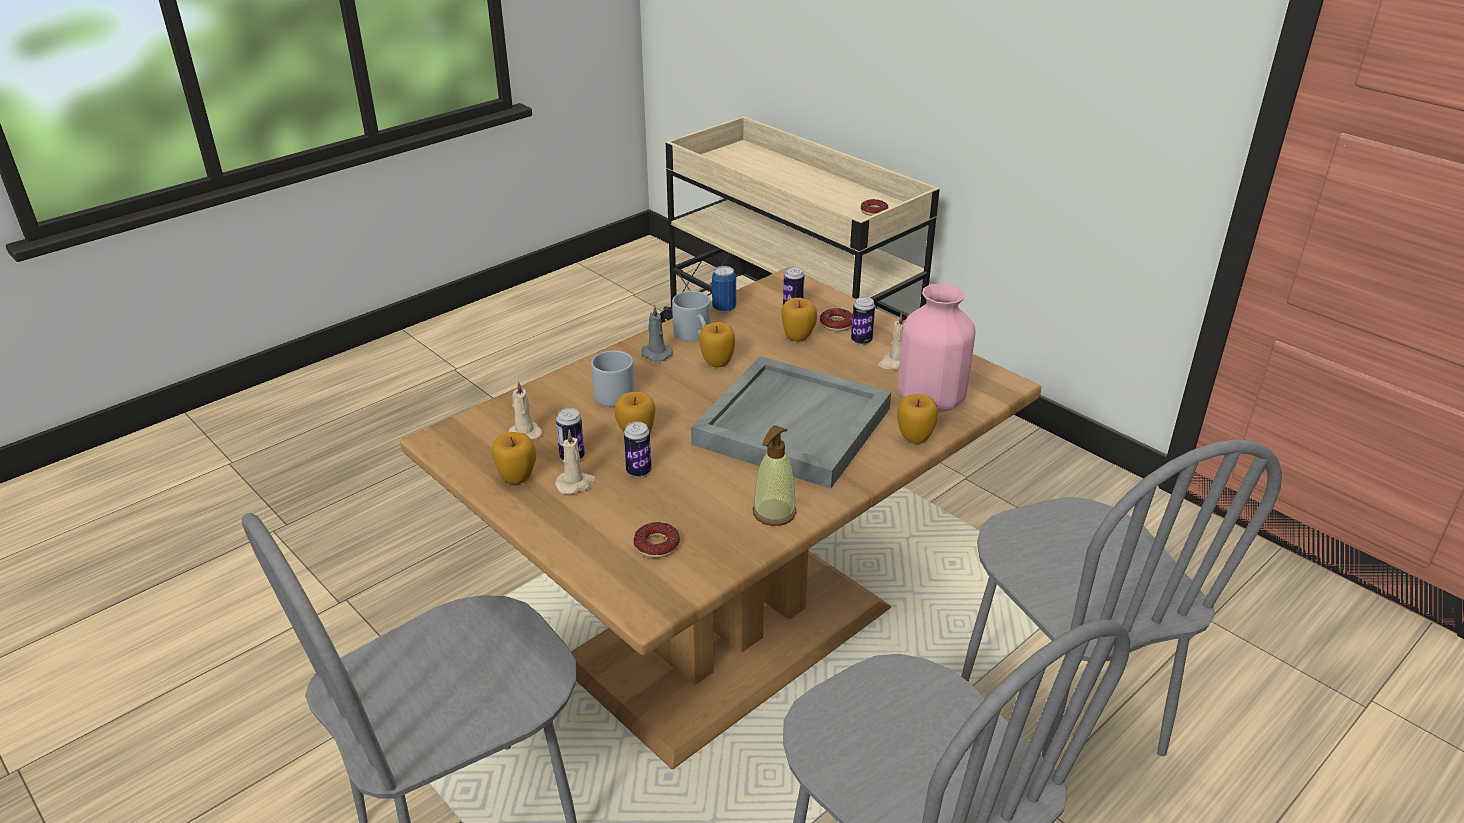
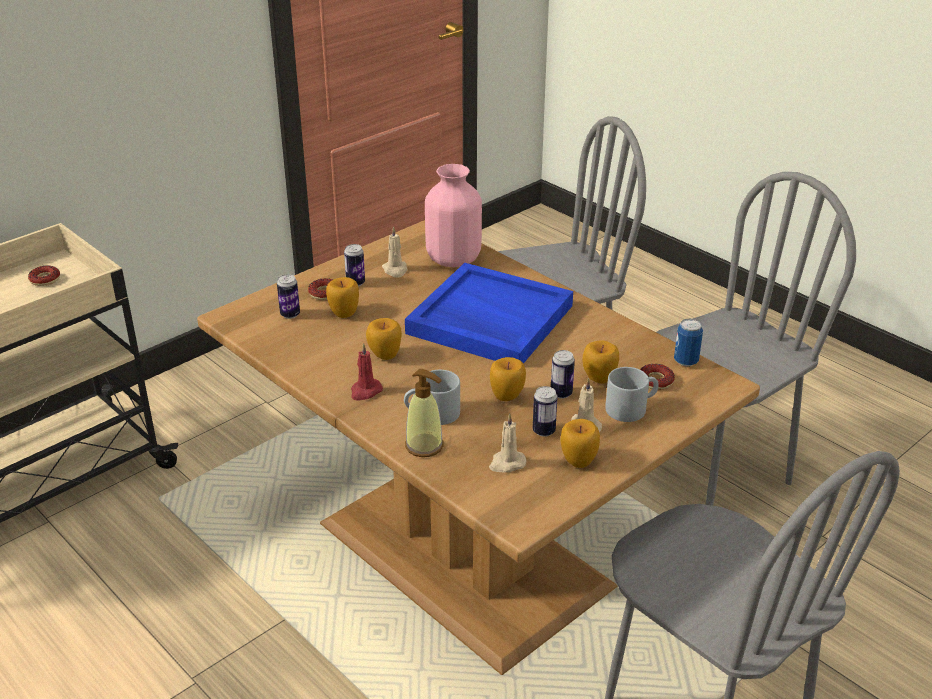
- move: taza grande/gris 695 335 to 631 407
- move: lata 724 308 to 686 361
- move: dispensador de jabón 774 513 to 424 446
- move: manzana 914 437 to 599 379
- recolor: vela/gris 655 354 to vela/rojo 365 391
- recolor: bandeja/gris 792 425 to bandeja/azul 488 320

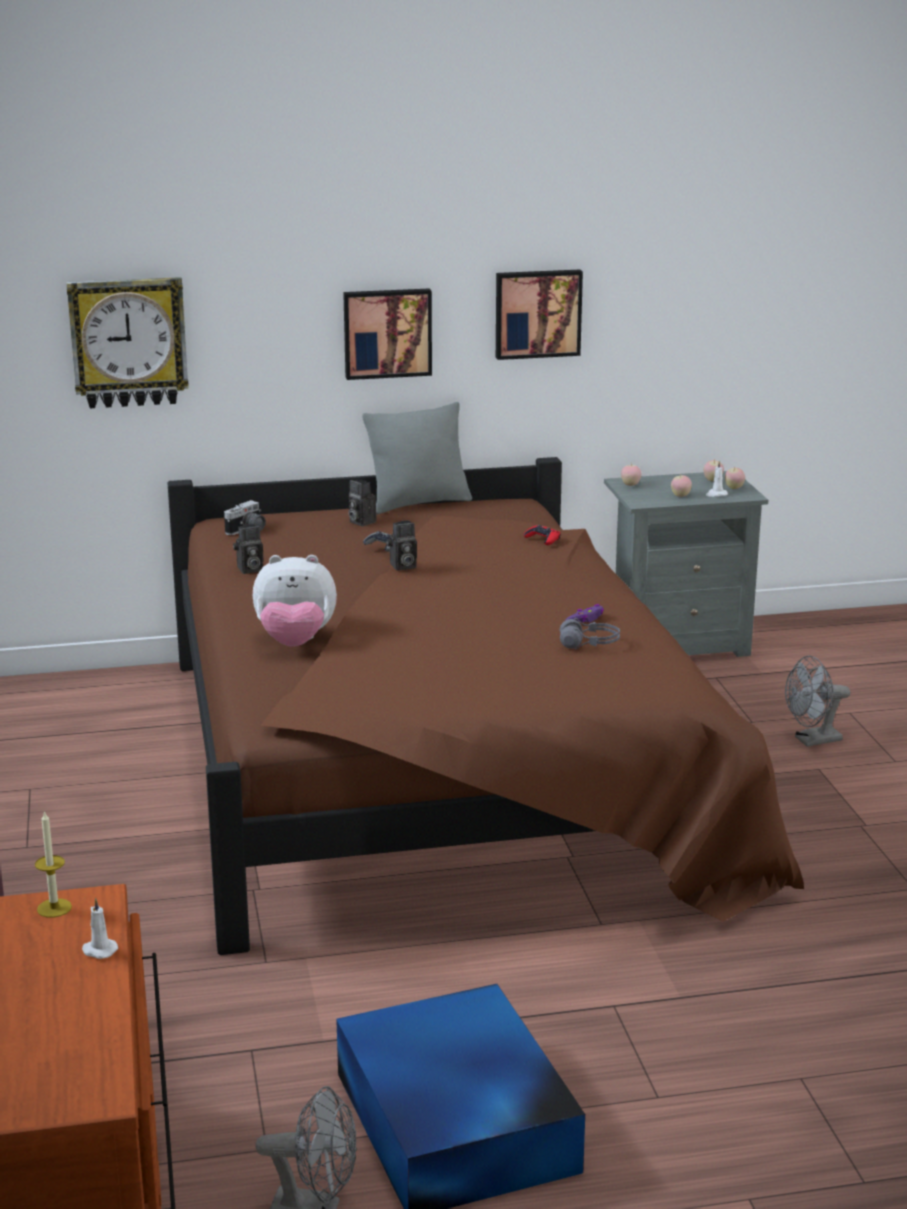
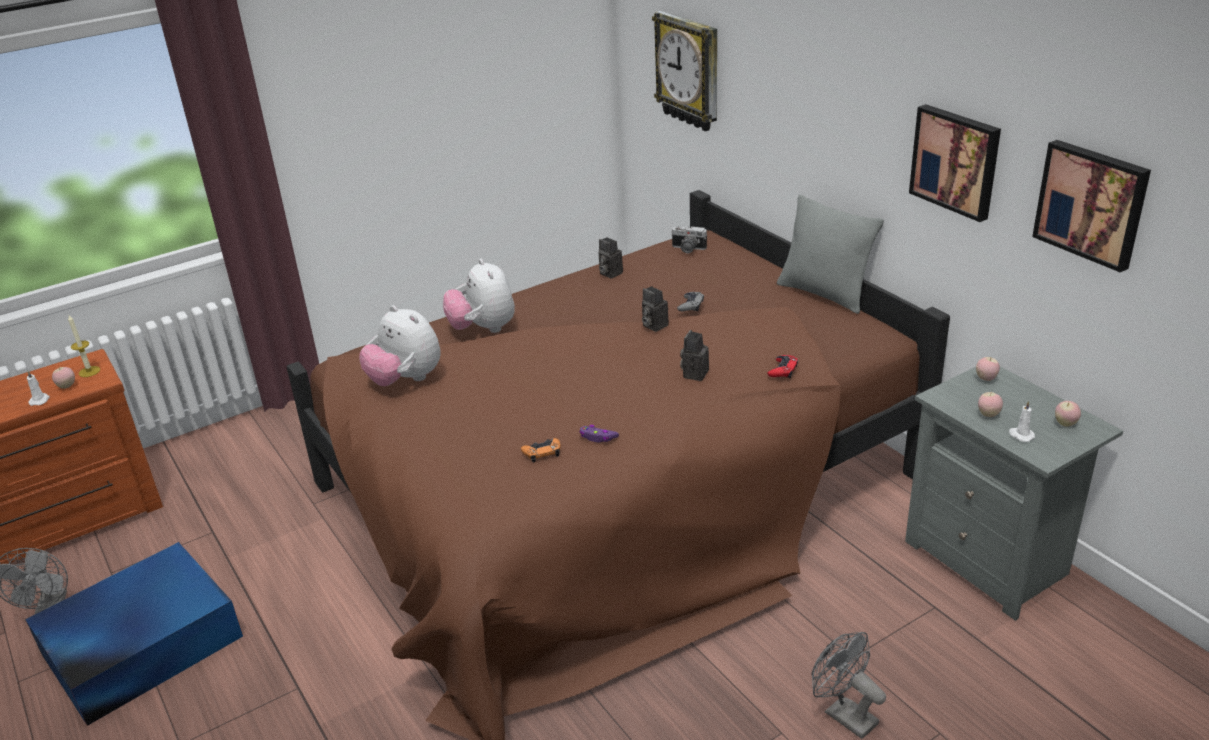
- insert: peluche 405 380
- move: cuadro 387 333 to 1092 203
- move: cámara 360 522 to 694 373
- move: manzana 734 488 to 67 386
- replace: auriculares/gris 589 644 to mando de consola/naranja 542 452

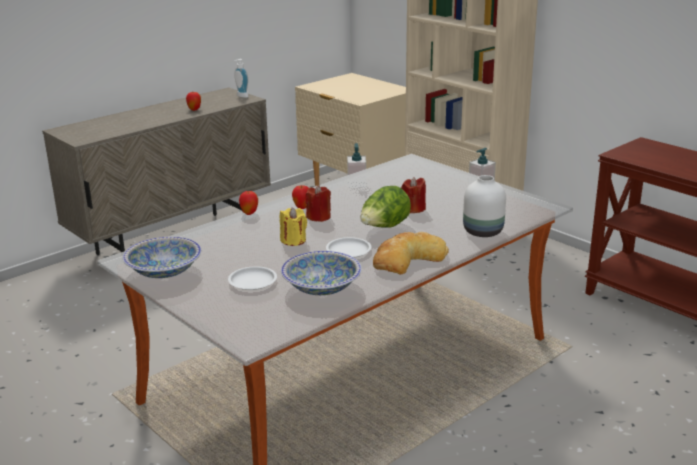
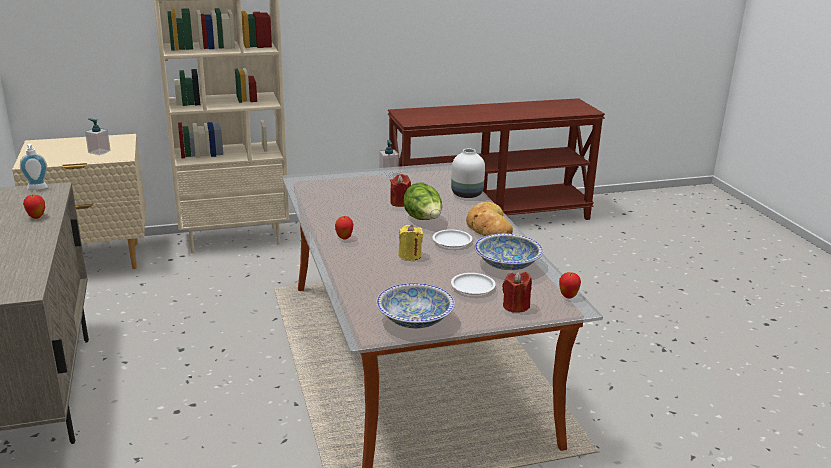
- move: manzana 249 213 to 568 296
- move: vela/rojo 319 217 to 515 306
- move: dispensador de jabón 356 184 to 99 151

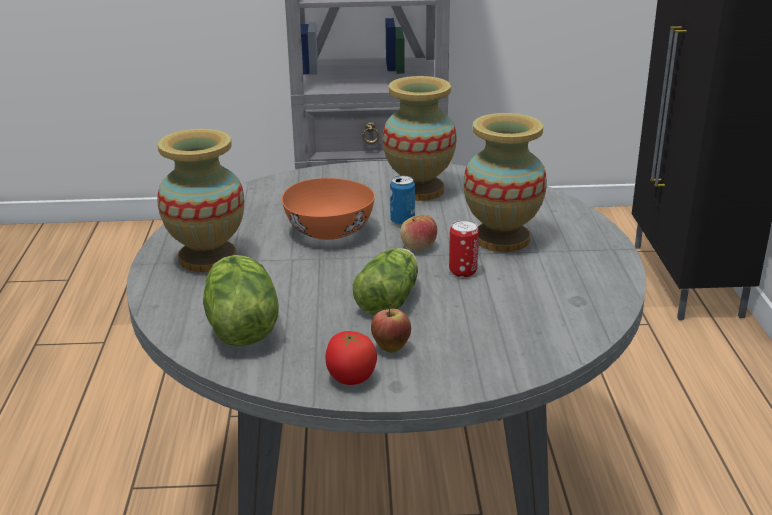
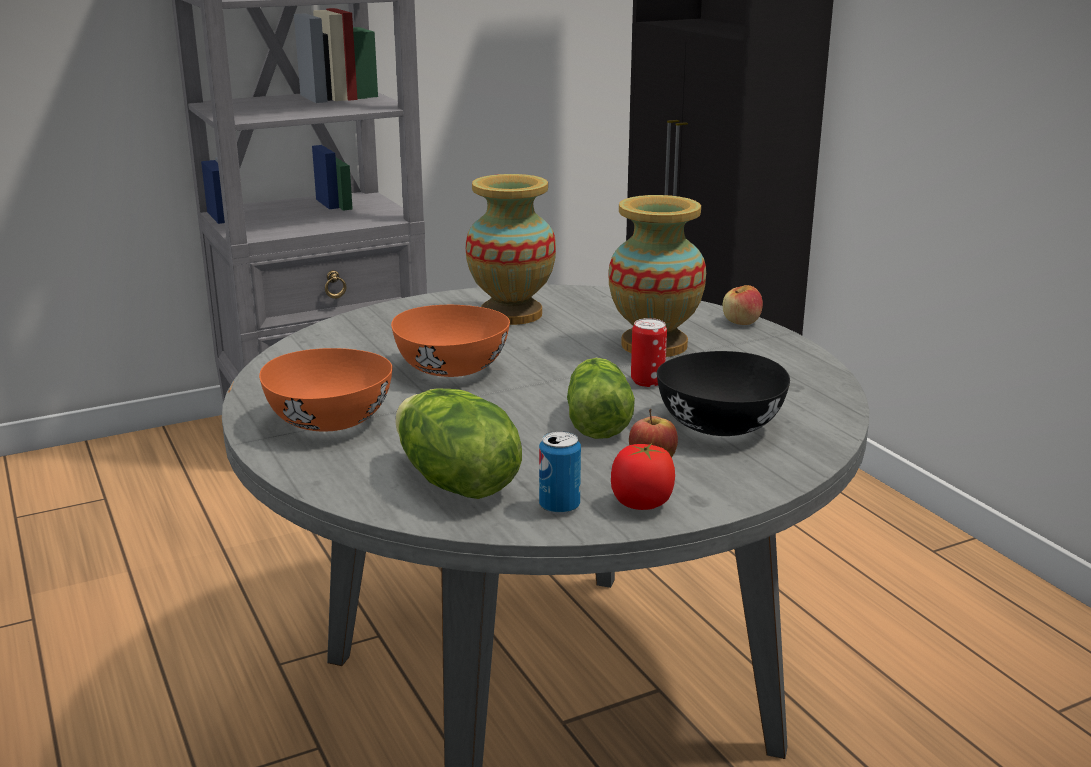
- insert: cuenco/negro 719 426
- move: lata 402 221 to 559 506
- move: manzana 418 247 to 741 322
- replace: florero 207 258 to cuenco/naranja 328 421

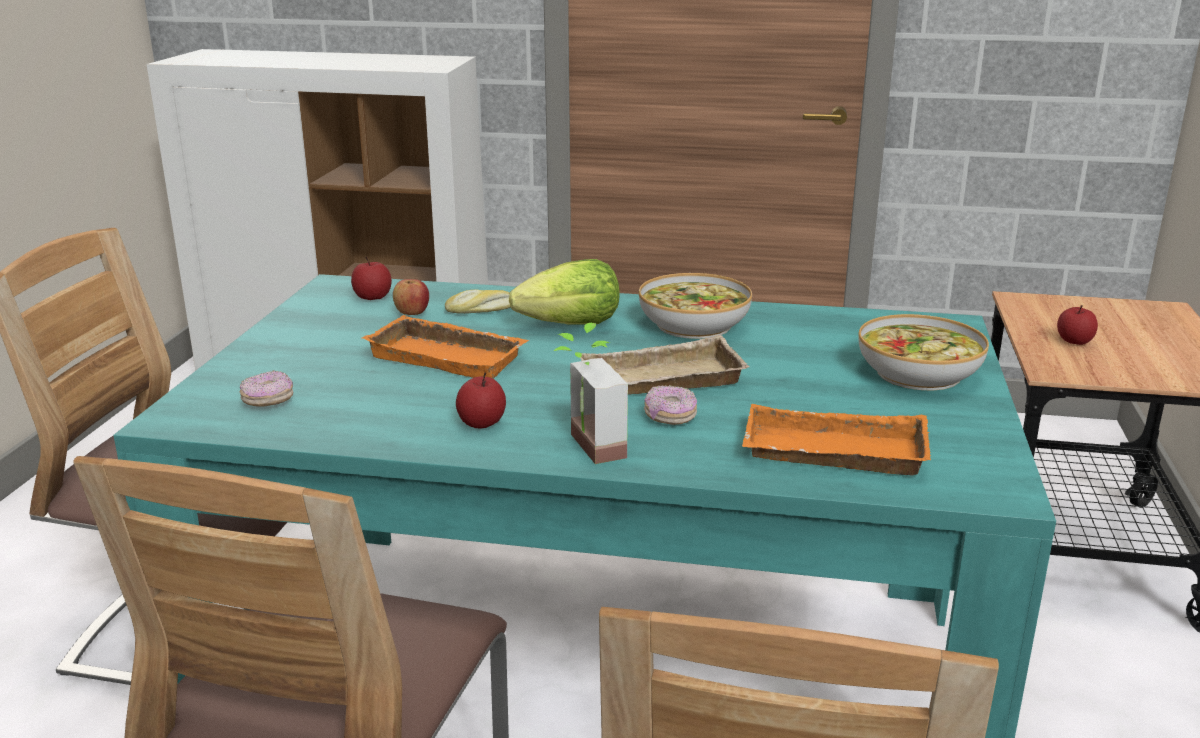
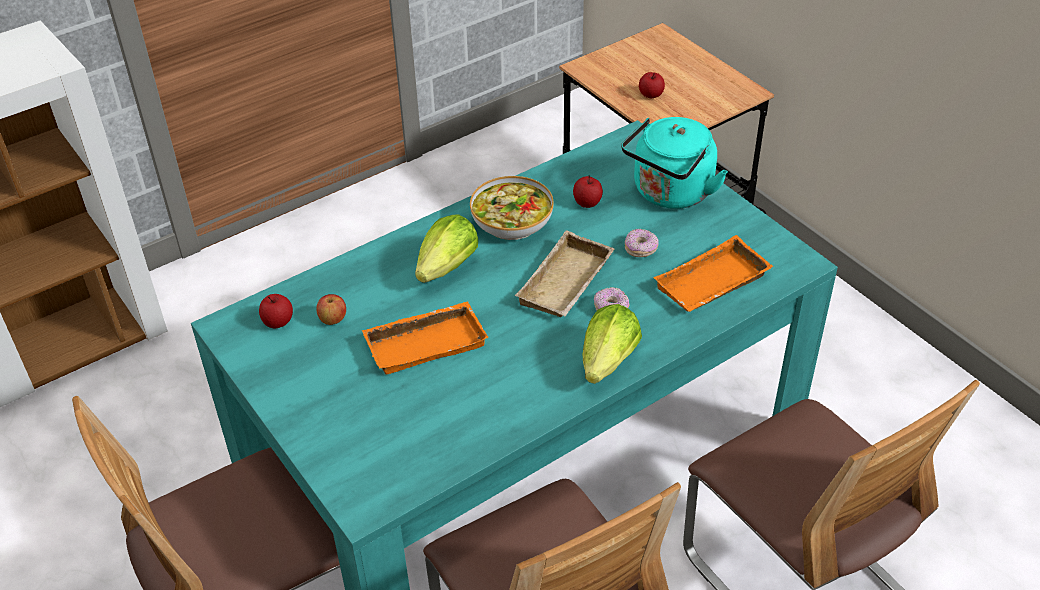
- delete: pan 481 310
- move: rosquilla 268 401 to 641 249
- move: manzana 482 423 to 587 202
- replace: planta en maceta 584 448 to lechuga 608 361
- replace: cuenco 917 373 to hervidor/turquesa 670 194

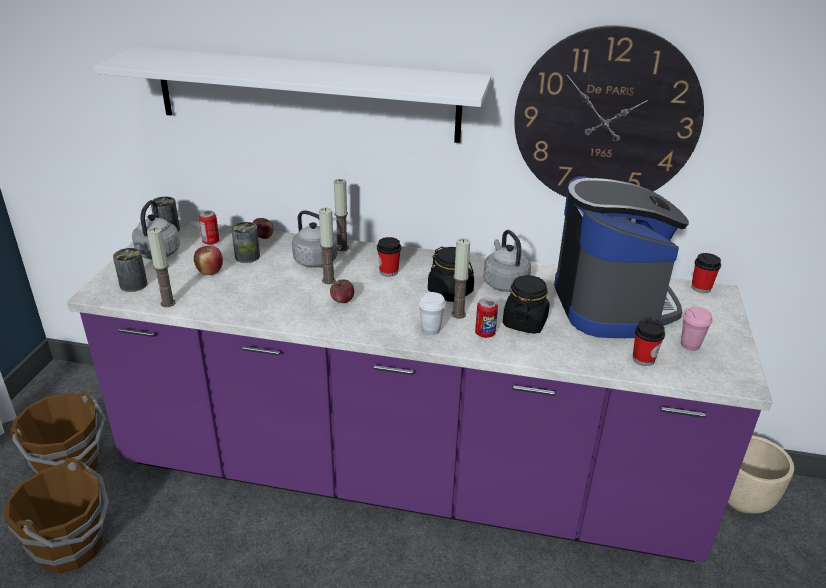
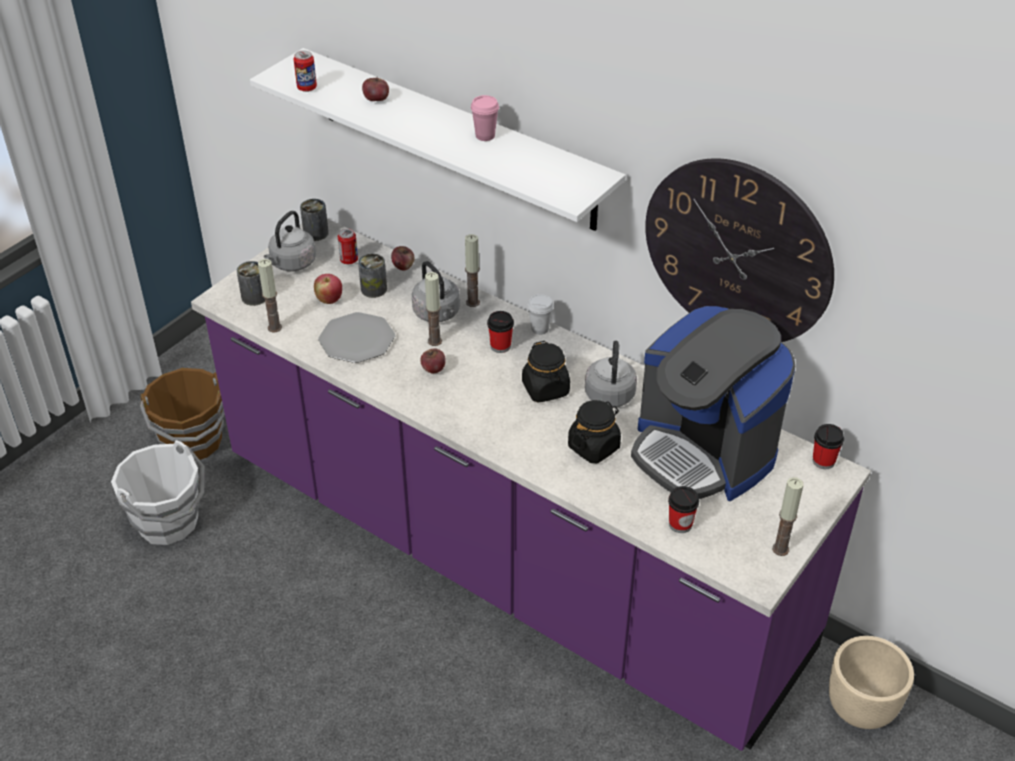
- insert: plato 357 339
- insert: manzana 376 99
- move: taza/blanco 430 330 to 540 329
- move: vela 458 314 to 780 549
- move: lata 485 333 to 307 88
- move: taza/rosa 690 345 to 485 136
- recolor: cubo/marrón 72 546 to cubo/blanco 169 522
- rotate: cafetera 611 304 = 703 452 120 degrees clockwise

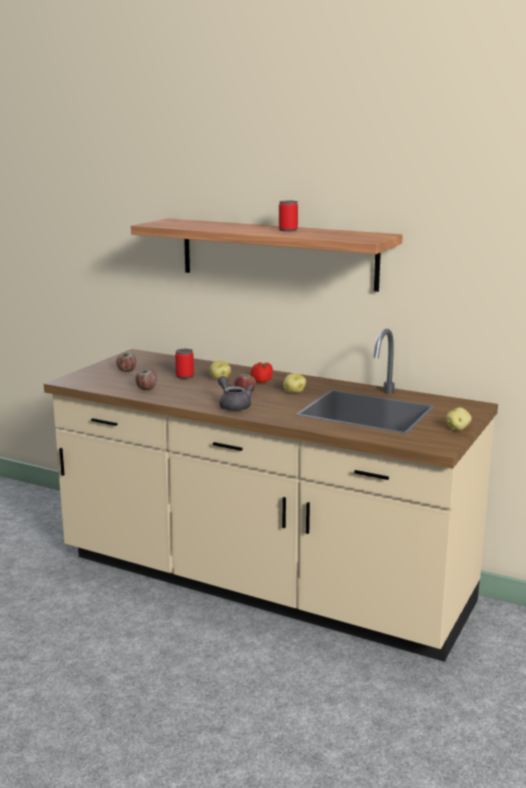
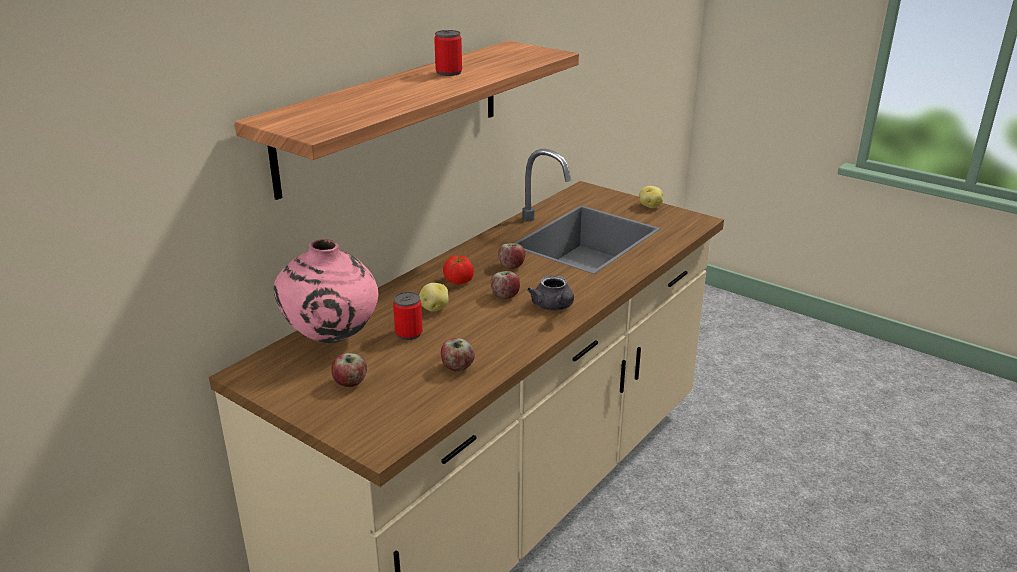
- insert: florero/rosa 332 339
- replace: patata 294 392 to manzana 511 266
- rotate: tetera/gris 233 405 = 554 307 90 degrees counterclockwise

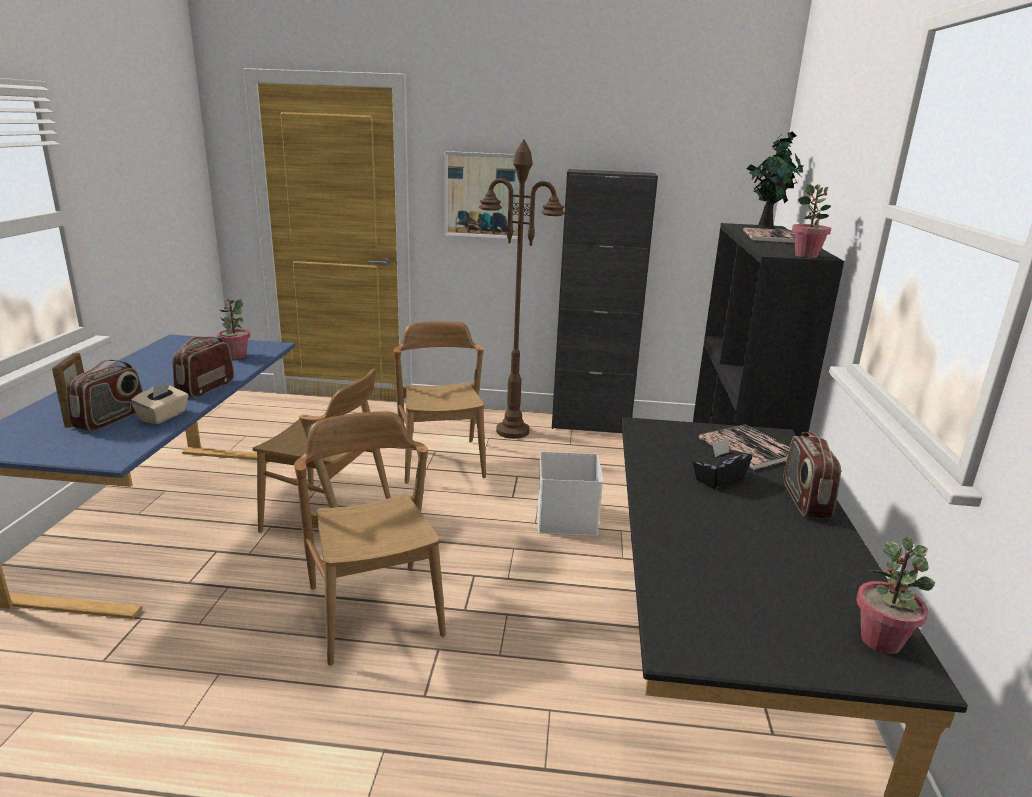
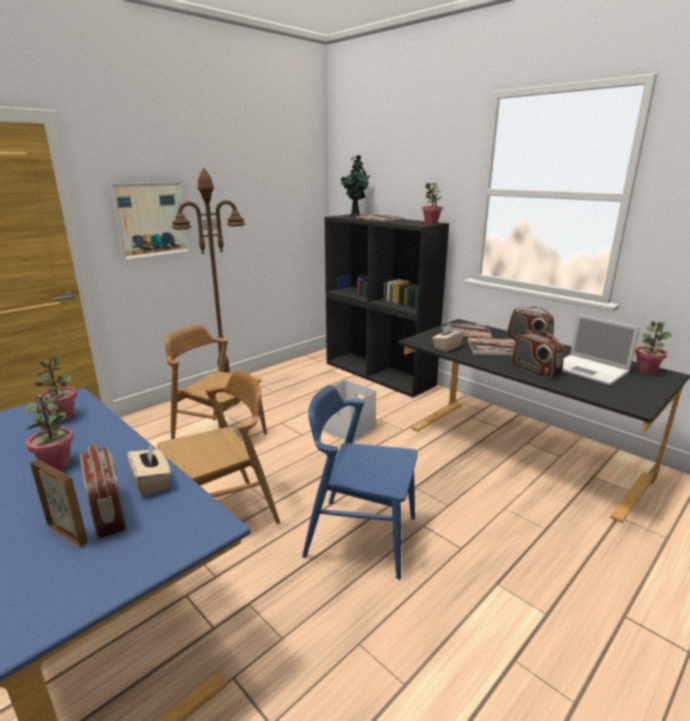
- delete: armario/negro 590 424
- insert: planta en maceta 57 464
- insert: caja de pañuelos/beis 446 347
- insert: portátil 590 370
- move: radio 205 388 to 534 370
- replace: caja de pañuelos/negro 718 479 to libro 493 347
- recolor: silla/marrón 375 610 to silla/azul 360 536

